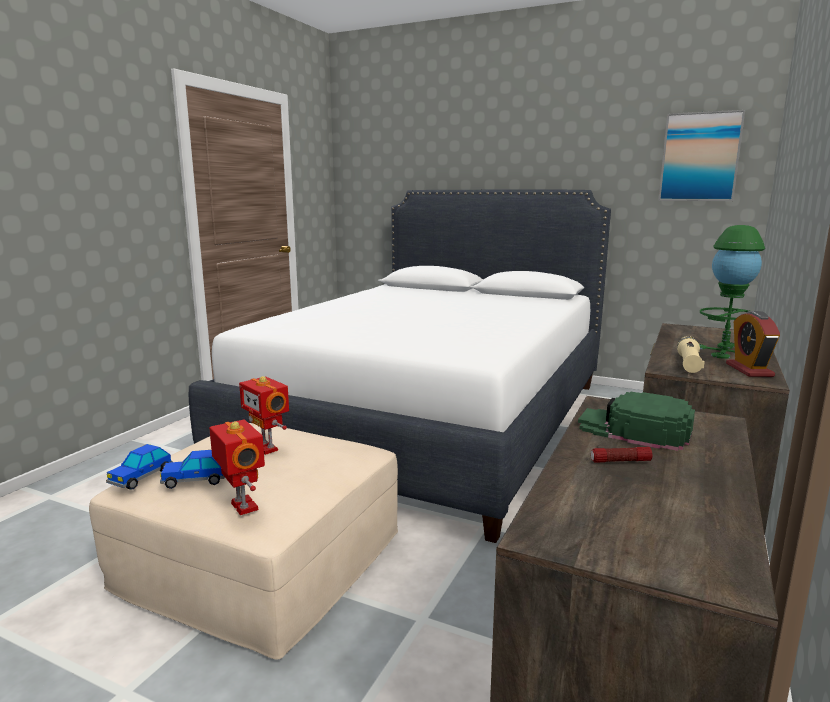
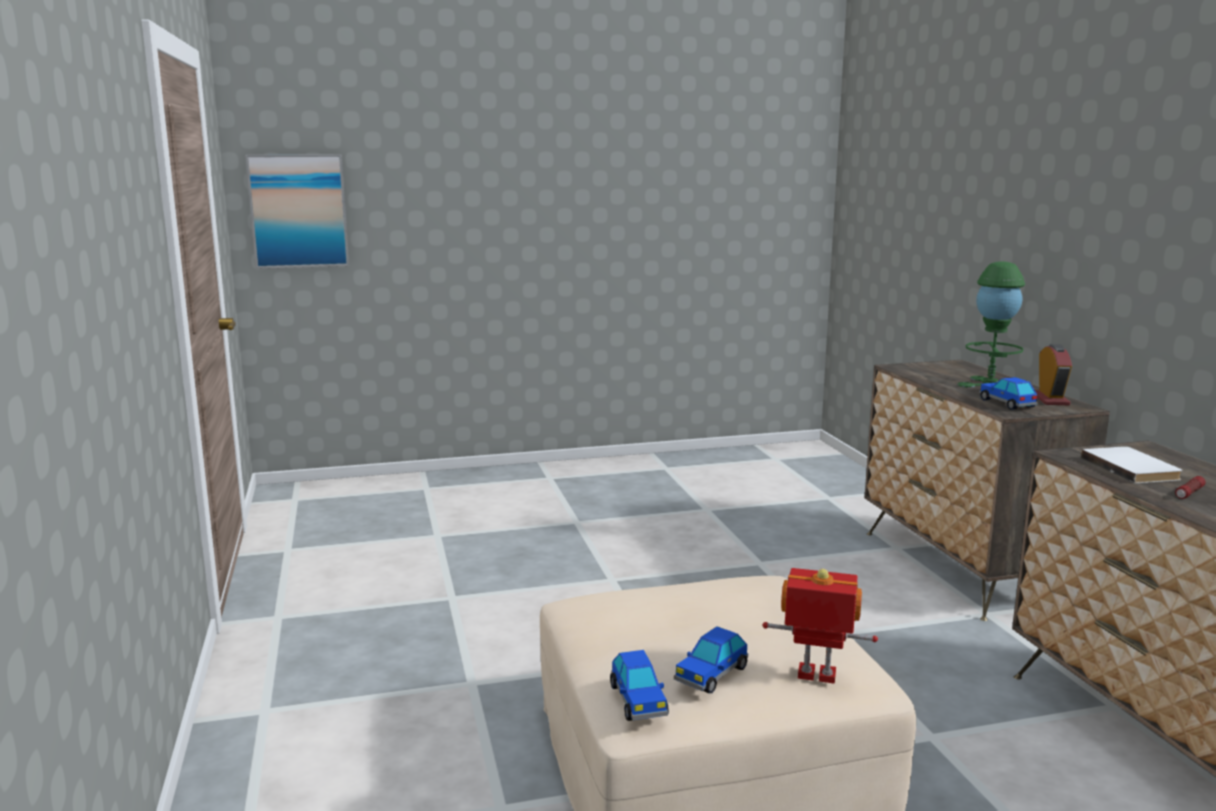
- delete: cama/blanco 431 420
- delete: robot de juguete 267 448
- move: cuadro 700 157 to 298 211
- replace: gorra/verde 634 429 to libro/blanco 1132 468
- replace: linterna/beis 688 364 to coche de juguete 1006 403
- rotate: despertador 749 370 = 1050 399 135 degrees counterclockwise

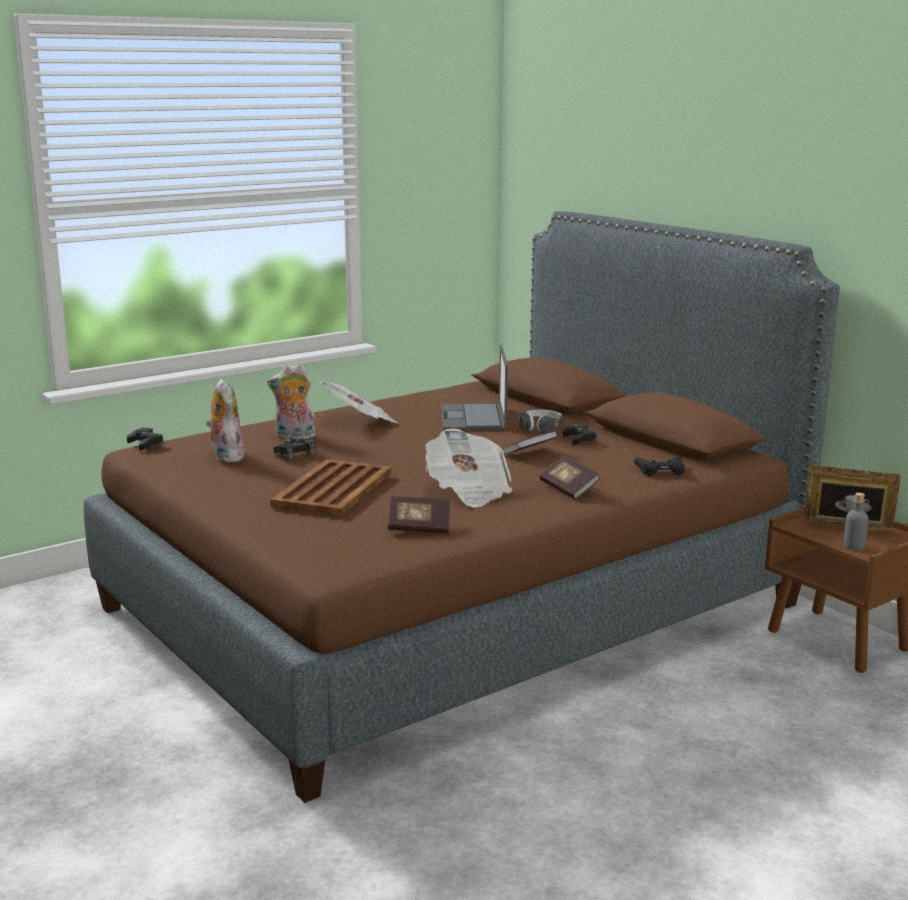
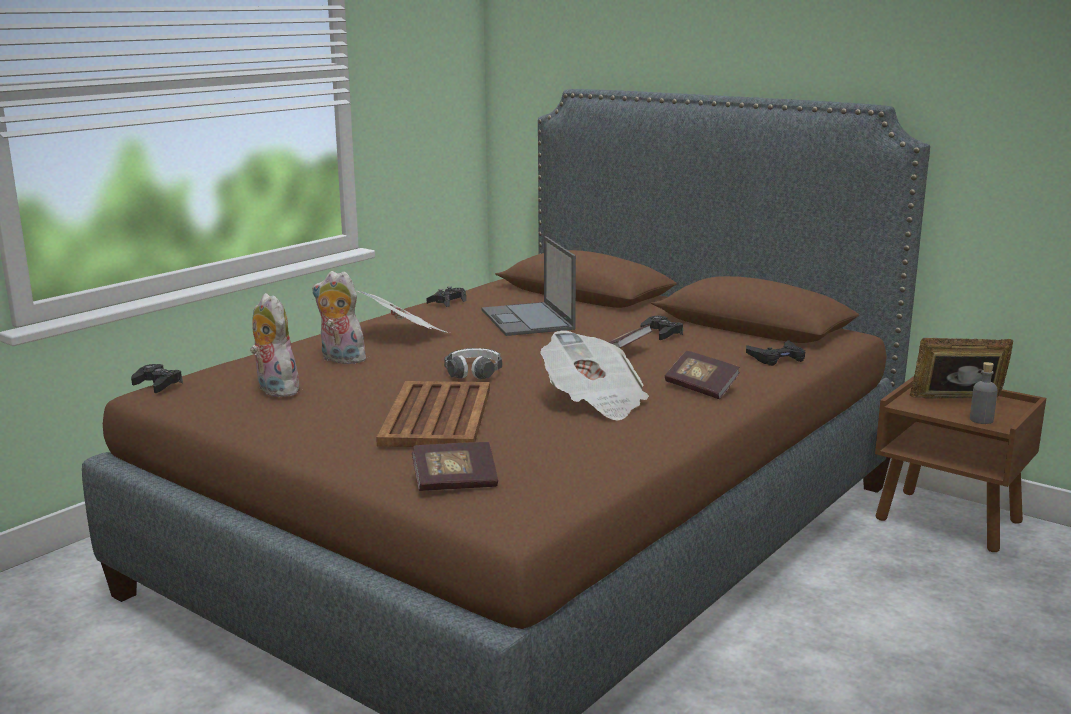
- move: mando de consola/negro 295 453 to 447 302
- move: libro 419 528 to 455 483
- move: auriculares 540 427 to 473 372
- rotate: peluche 294 437 = 340 360 45 degrees clockwise

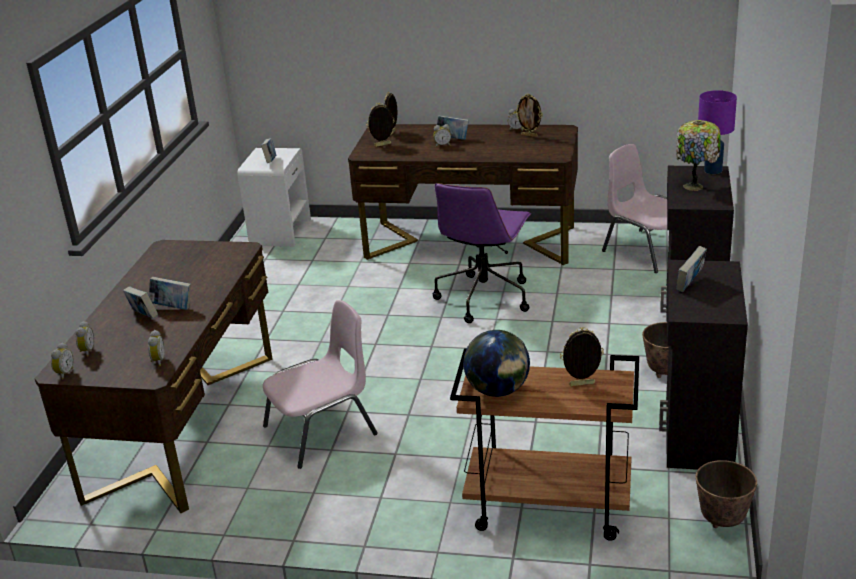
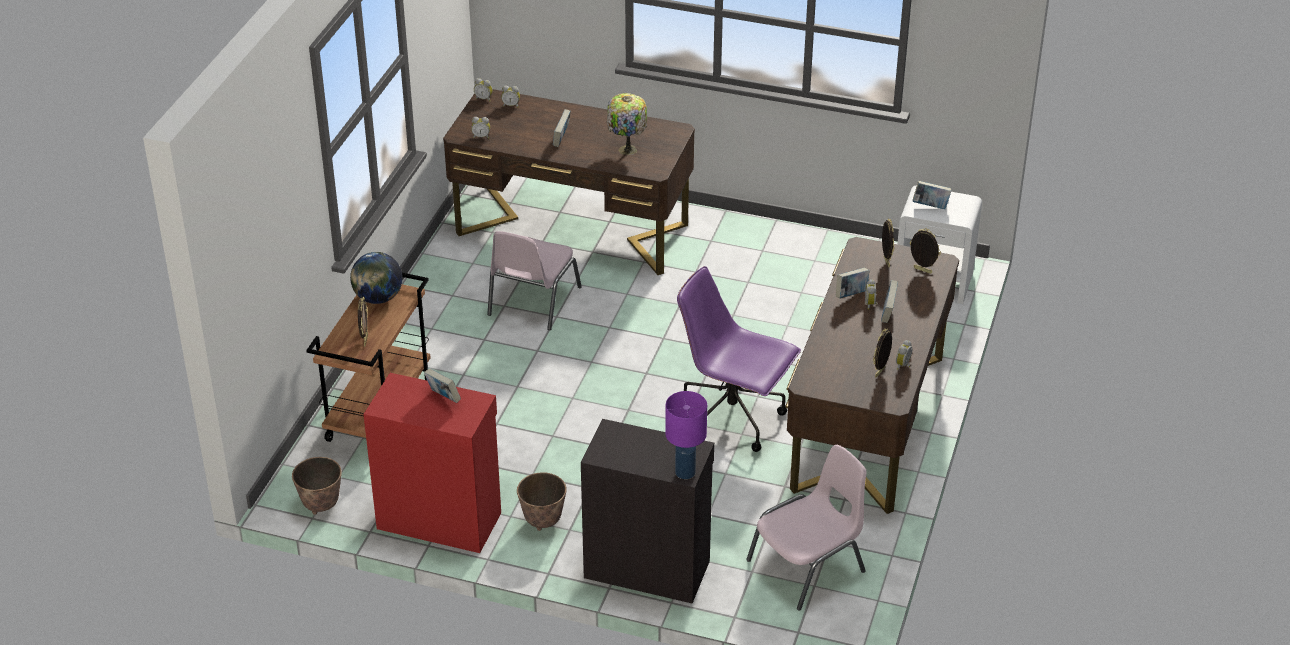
- move: libro 143 316 to 851 294
- move: lámpara de mesa 695 187 to 626 150
- recolor: armario/negro 696 433 to armario/rojo 439 519
- rotate: silla/rosa 322 431 = 532 302 45 degrees clockwise

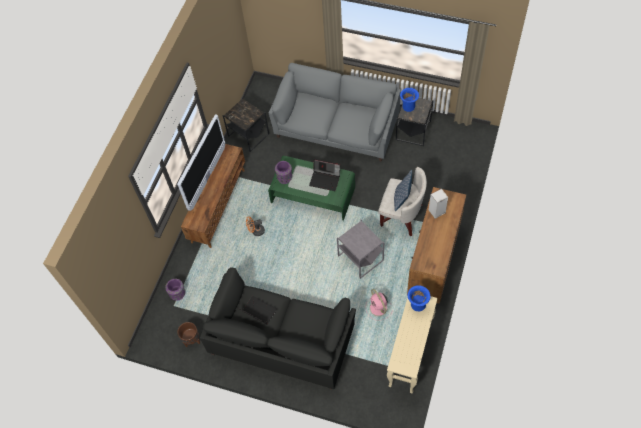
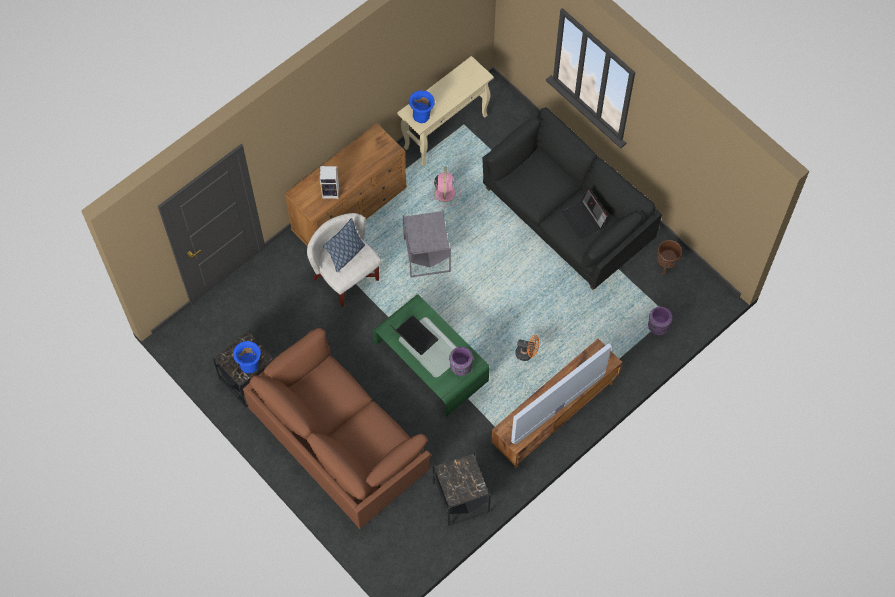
- recolor: sofá/gris 336 127 to sofá/marrón 339 441

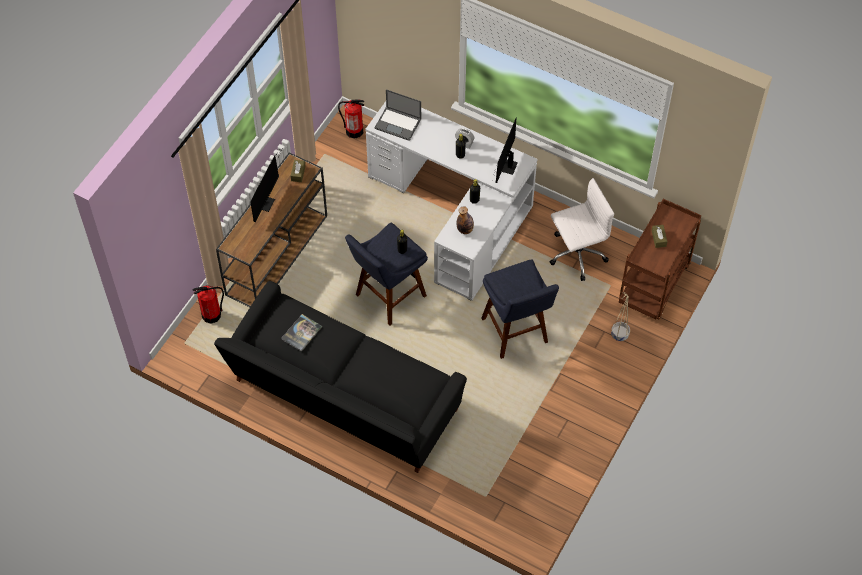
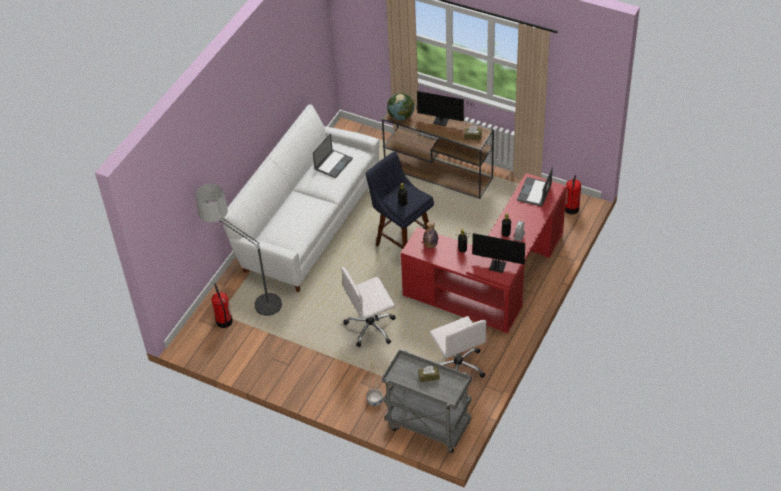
- insert: lámpara de pie 248 299
- insert: globo terráqueo 401 116
- move: extintor 212 315 to 224 321
- replace: libro 301 333 to portátil 333 163
- replace: taburete/azul 516 334 to silla de oficina/blanco 371 327
- recolor: sofá/negro 343 399 to sofá/blanco 307 223
- recolor: escritorio/blanco 456 212 to escritorio/rojo 493 281
- recolor: carrito/marrón 654 287 to carrito/gris 427 426

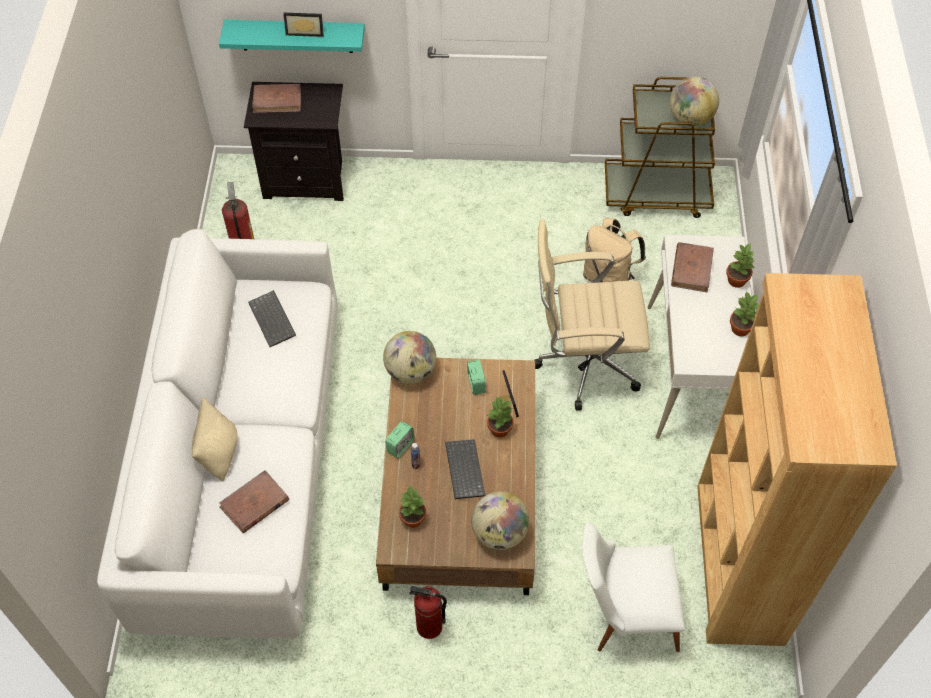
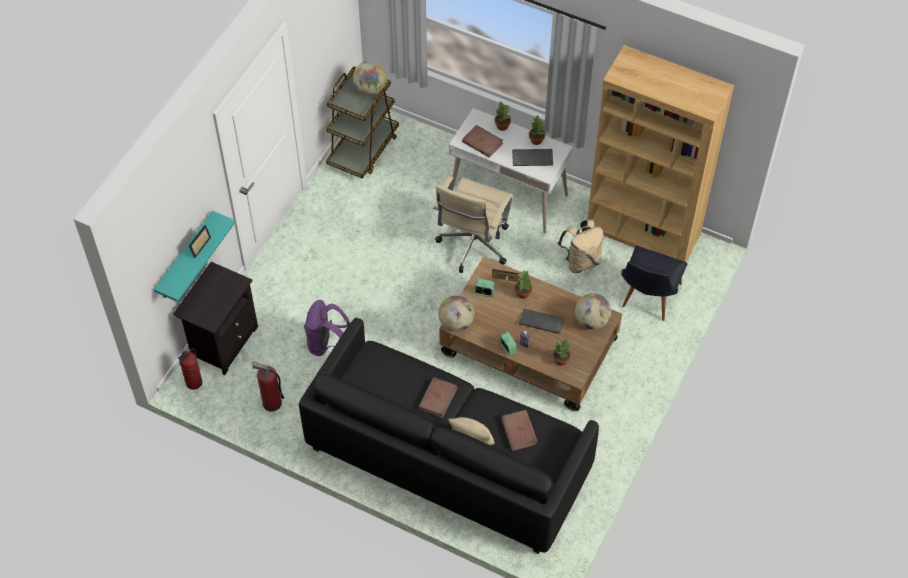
- insert: mochila/morado 327 344
- move: teclado 273 320 to 533 157
- move: libro/marrón 277 100 to 438 398
- move: extintor 429 627 to 194 383
- move: mochila/beis 608 278 to 581 261
- recolor: sofá/blanco 245 465 to sofá/negro 448 458
- recolor: silla/blanco 623 614 to silla/negro 647 299

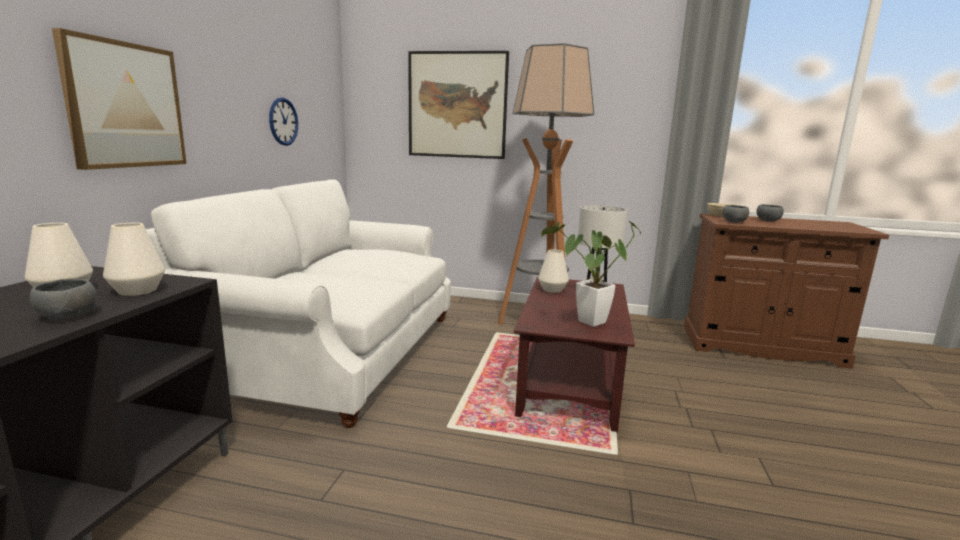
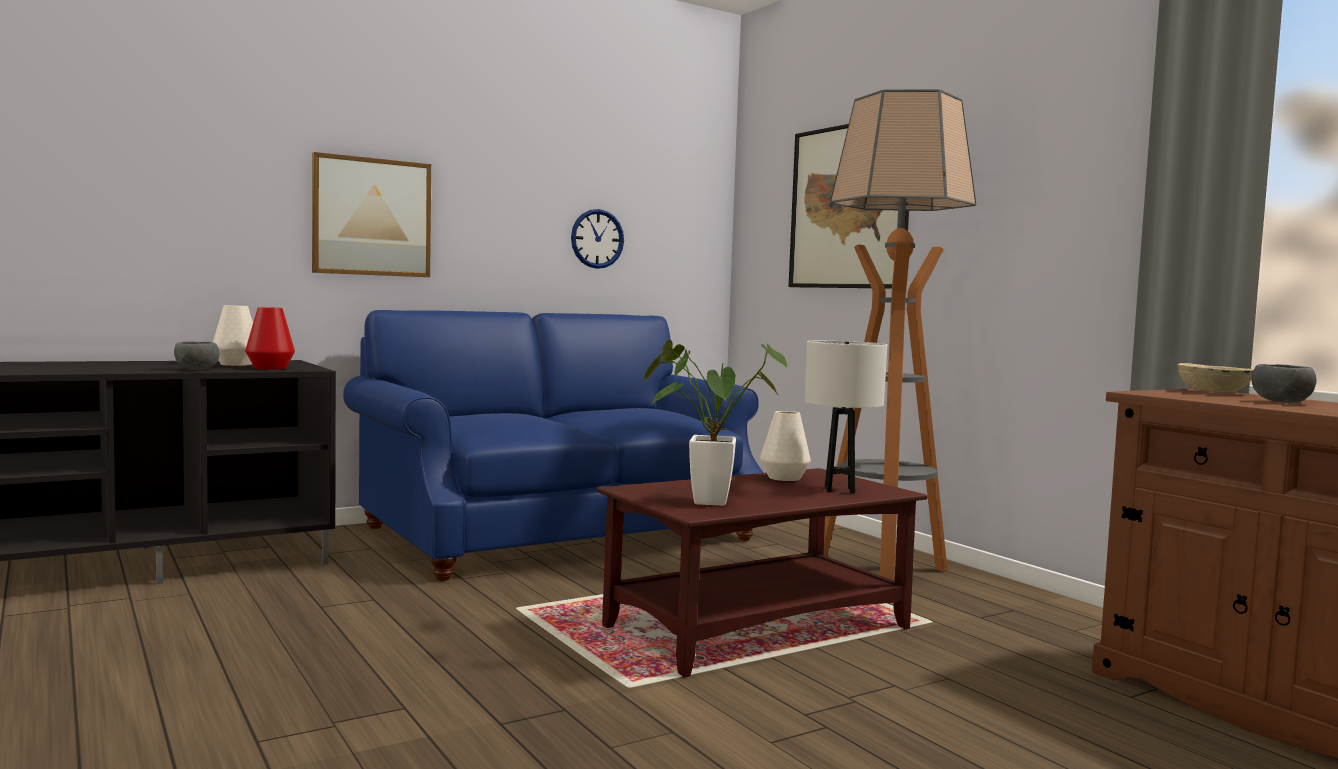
- delete: cuenco/gris 733 222
- recolor: florero/blanco 138 290 to florero/rojo 270 368
- recolor: sofá/blanco 335 351 to sofá/azul 560 533

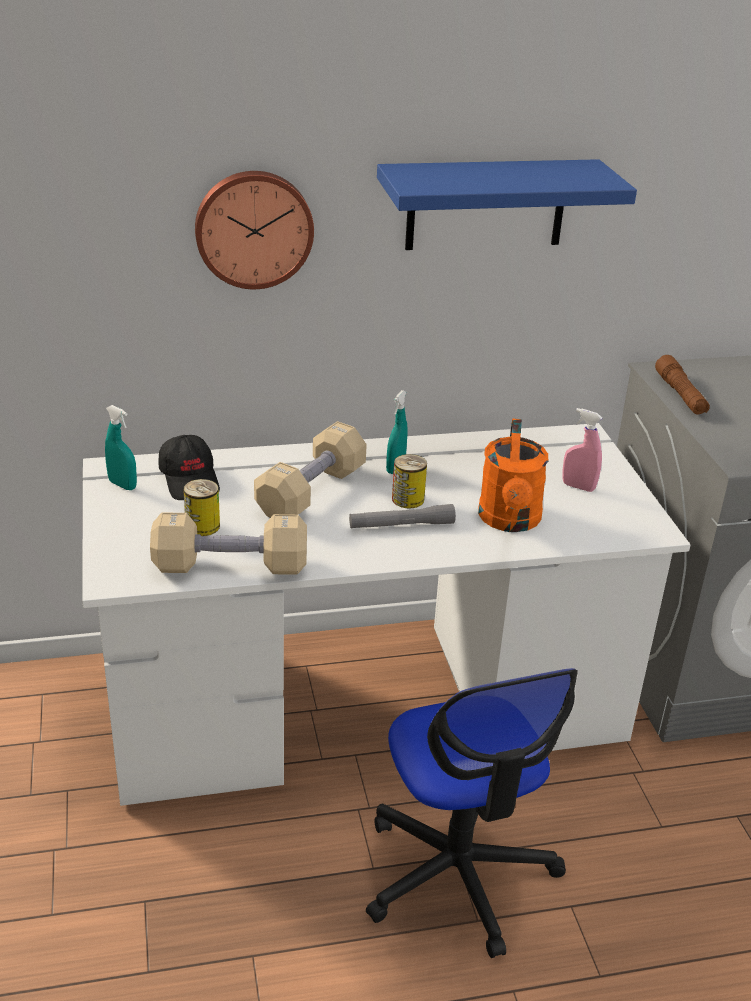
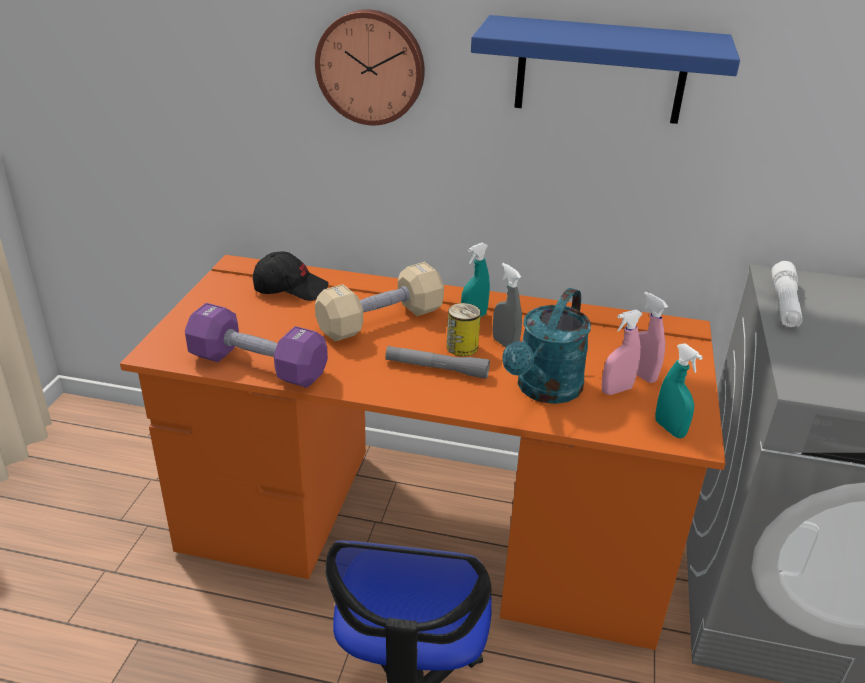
- delete: lata 202 526
- insert: pulverizador/gris 505 344
- insert: pulverizador/rosa 616 390
- move: pulverizador/turquesa 122 485 to 669 429
- recolor: escritorio/blanco 364 702 to escritorio/naranja 425 529
- recolor: mancuerna/beis 230 566 to mancuerna/morado 258 366
- recolor: regadera/naranja 510 521 to regadera/turquesa 544 391
- recolor: linterna/marrón 680 395 to linterna/blanco 784 304
- rotate: gorra/negro 190 480 = 290 288 90 degrees counterclockwise

